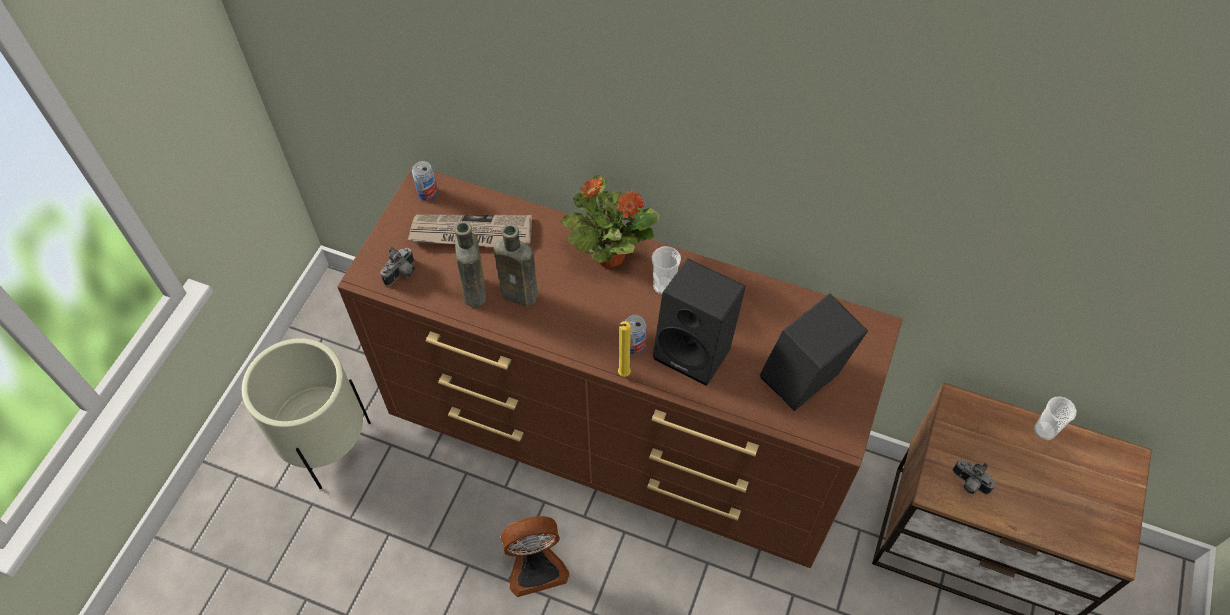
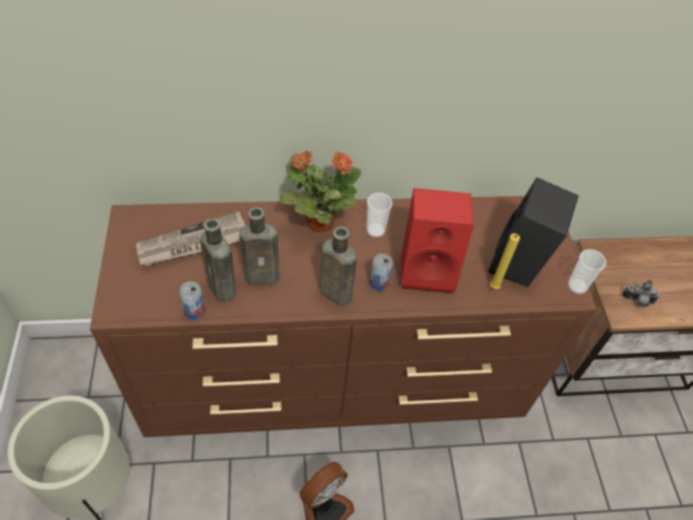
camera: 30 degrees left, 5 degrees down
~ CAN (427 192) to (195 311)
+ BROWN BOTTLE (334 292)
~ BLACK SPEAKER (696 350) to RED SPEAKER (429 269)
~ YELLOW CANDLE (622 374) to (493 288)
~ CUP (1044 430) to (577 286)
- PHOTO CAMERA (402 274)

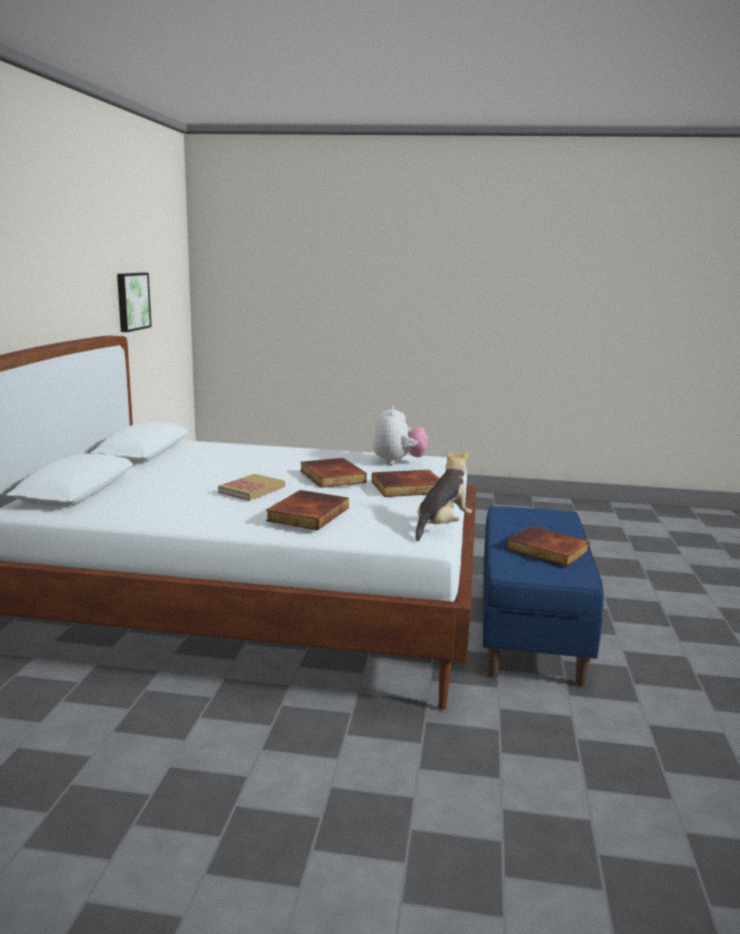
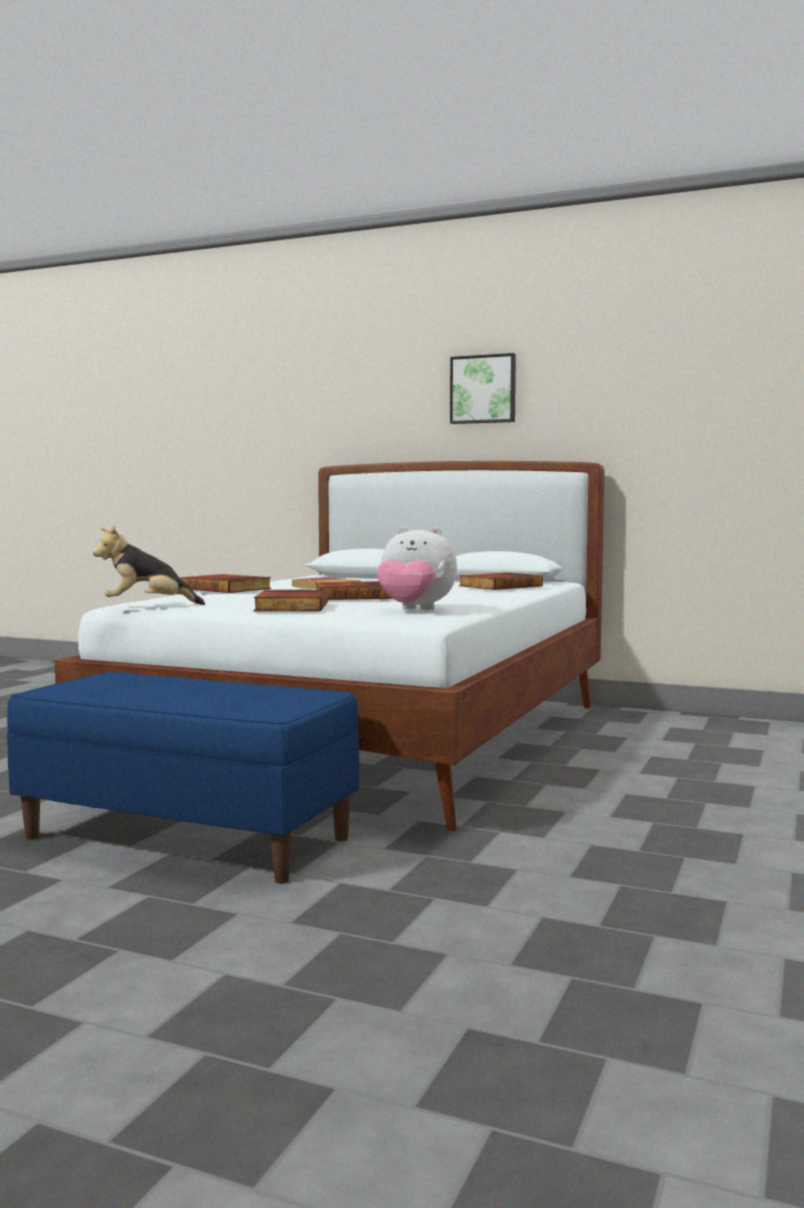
camera: 105 degrees right, 10 degrees down
~ PLUSH TOY (441 526) = (147 606) 120 degrees clockwise
~ PICTURE (131 301) to (483 389)
~ BOOK (546 550) to (500 586)

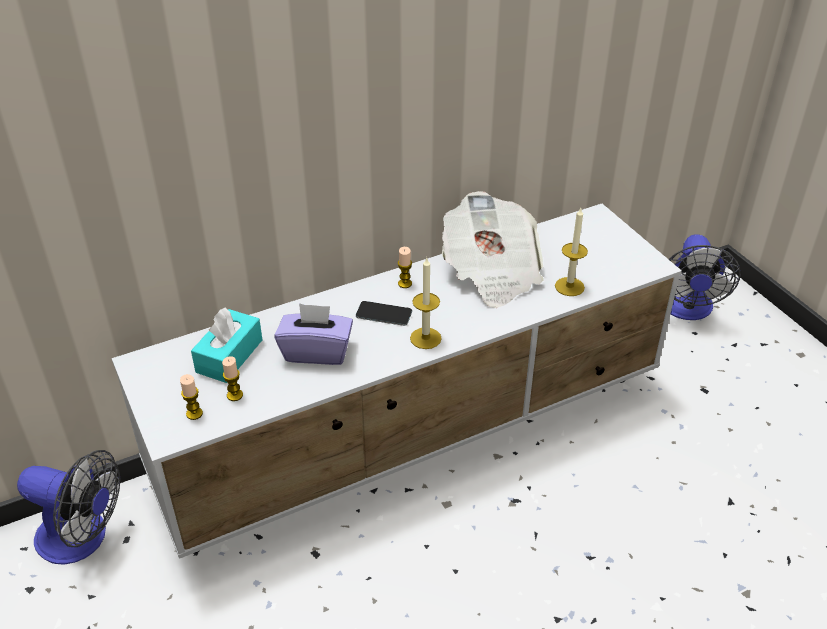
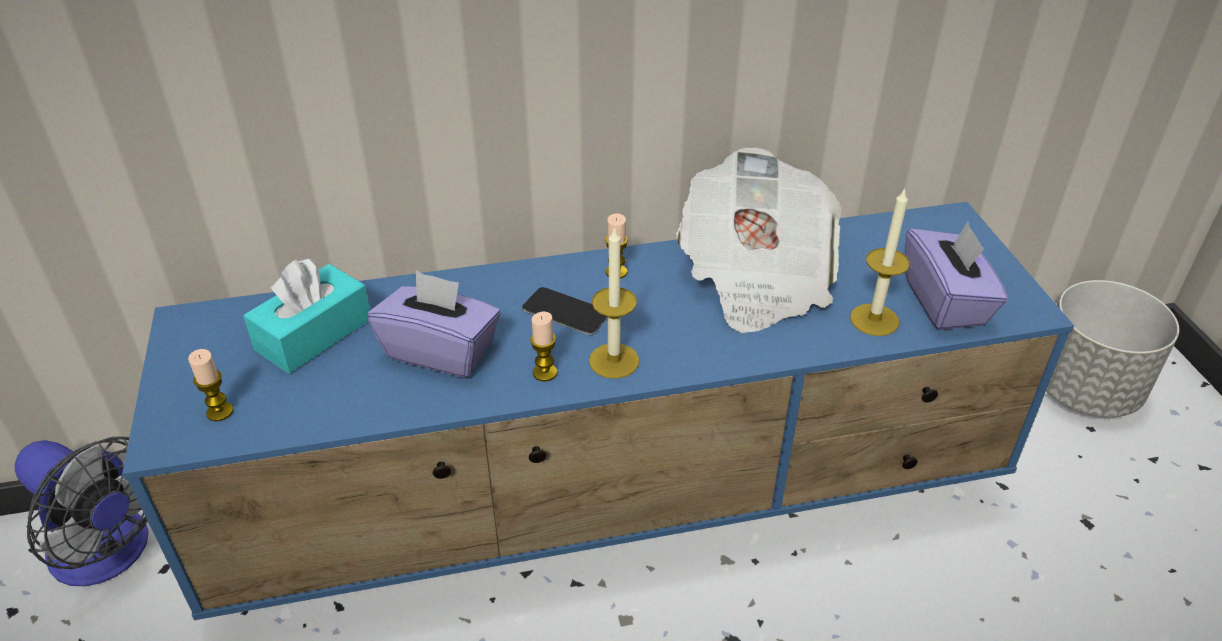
camera: 15 degrees right, 0 degrees up
~ WHITE TV STAND (416 436) to BLUE TV STAND (615 503)
~ CANDLE (235 395) to (545 373)
+ PURPLE TISSUE BOX (945 302)
~ FAN (687 309) to GREY PLANTER (1086 390)

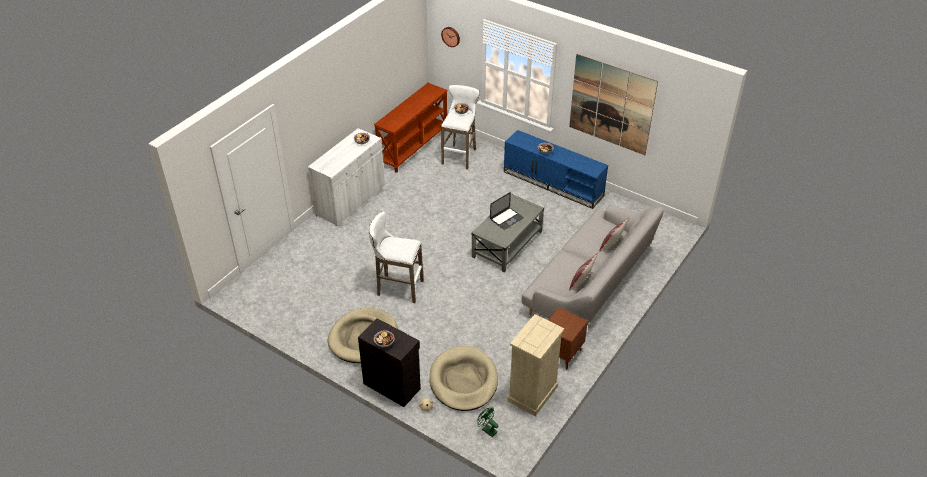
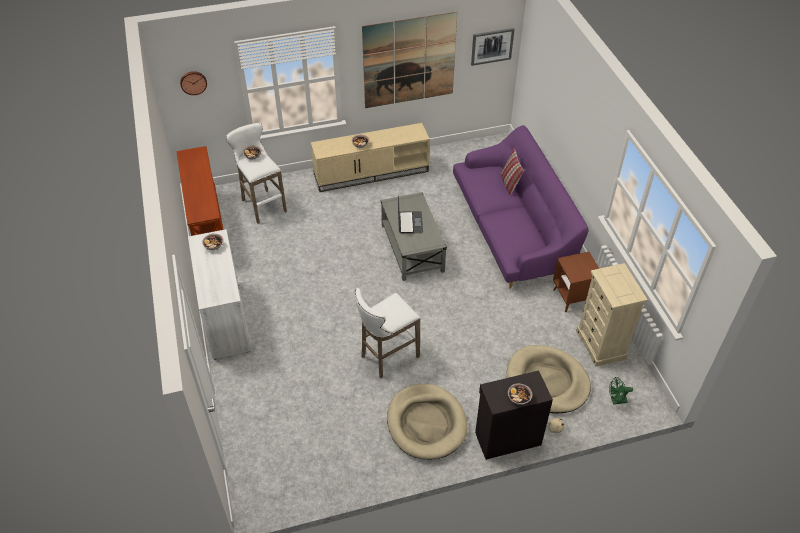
camera: 50 degrees left, 5 degrees up
~ BLUE TV STAND (553 183) to BEIGE TV STAND (371 173)
~ GREY SOFA (590 283) to PURPLE SOFA (511 229)
+ PICTURE (492 46)
- PILLOW (581 282)

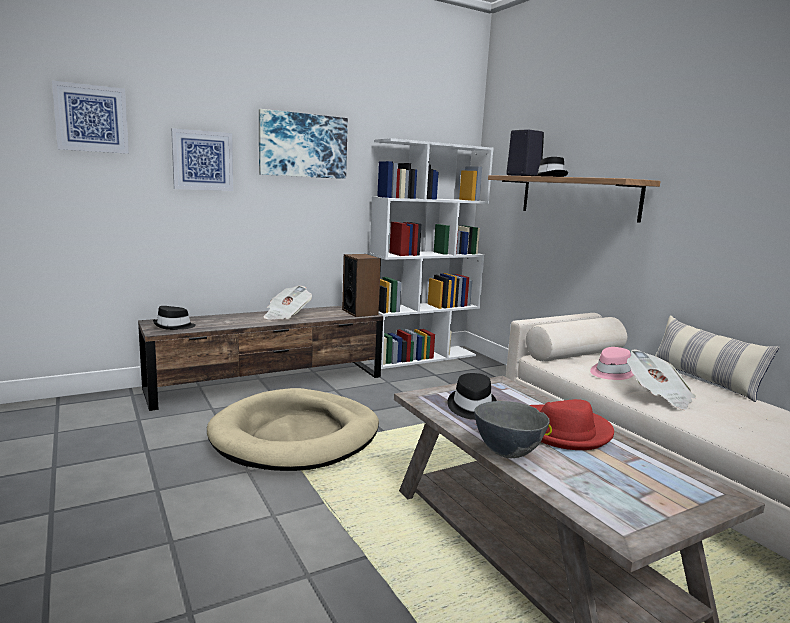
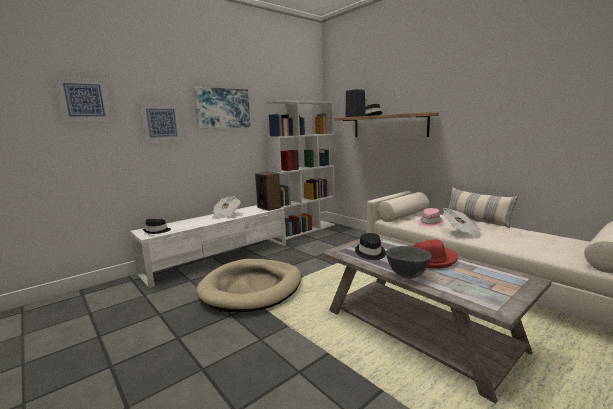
camera: 10 degrees left, 0 degrees up
~ BROWN TV STAND (269 382) to WHITE TV STAND (219 258)

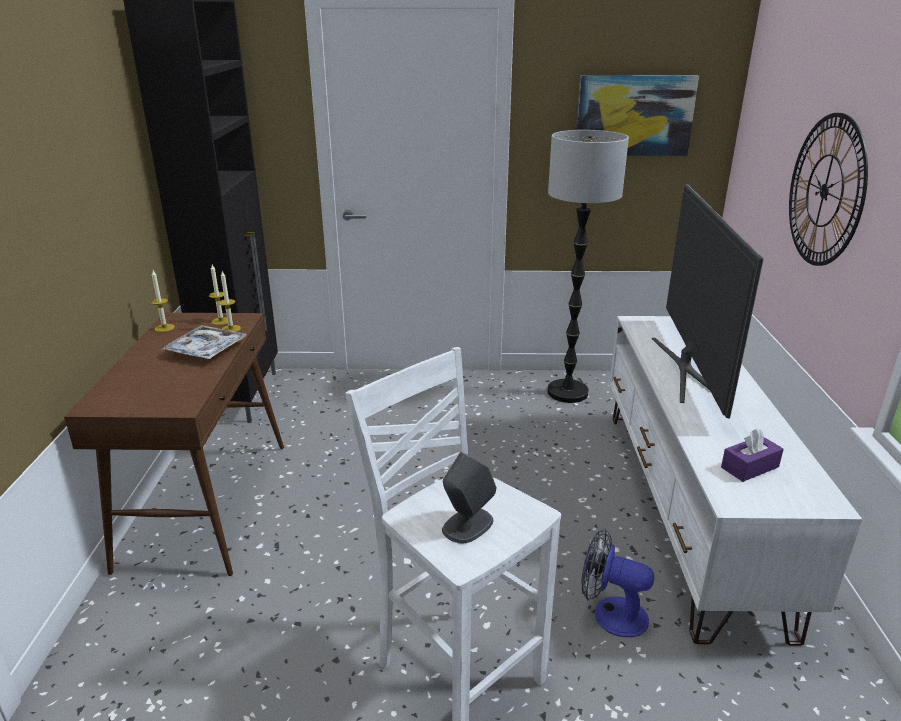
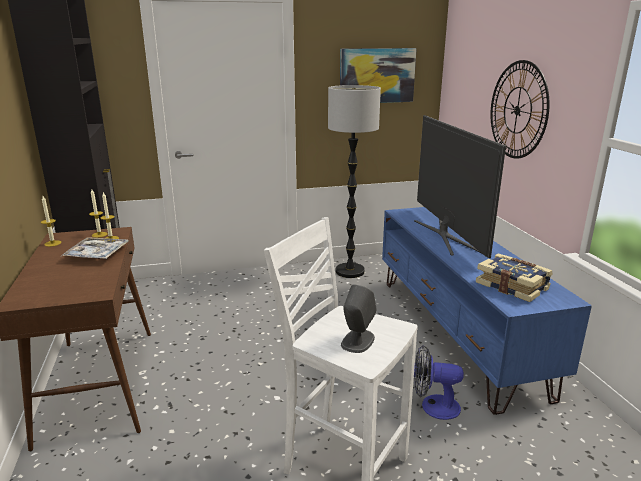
camera: 15 degrees left, 5 degrees down
~ WHITE TV STAND (687 508) to BLUE TV STAND (456 332)
~ PURPLE TISSUE BOX (749 467) to BOOK (512 286)

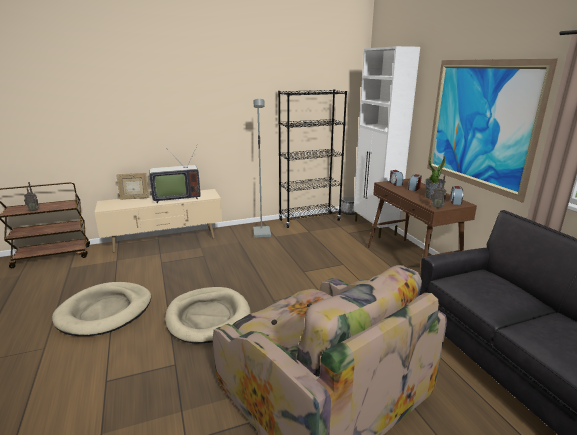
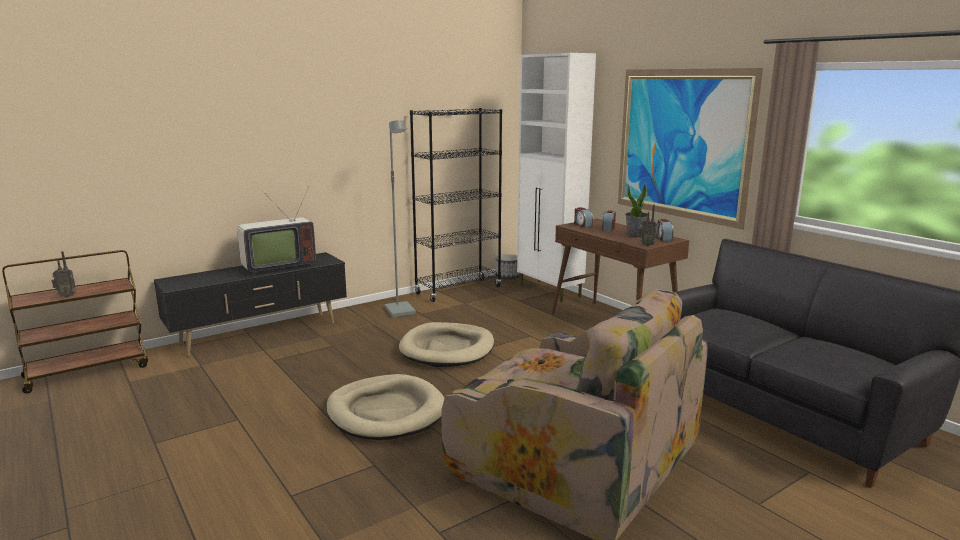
camera: 15 degrees left, 5 degrees down
~ BEIGE TV STAND (165 241) to BLACK TV STAND (260 334)
~ BEIGE DOG BED (105 311) to (447 349)
- PICTURE FRAME (134 198)

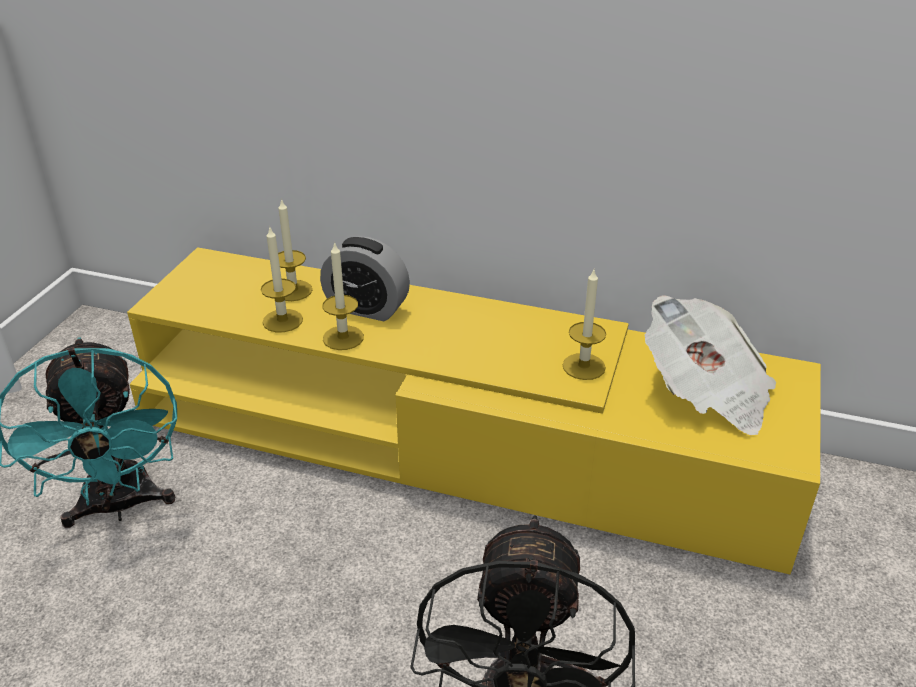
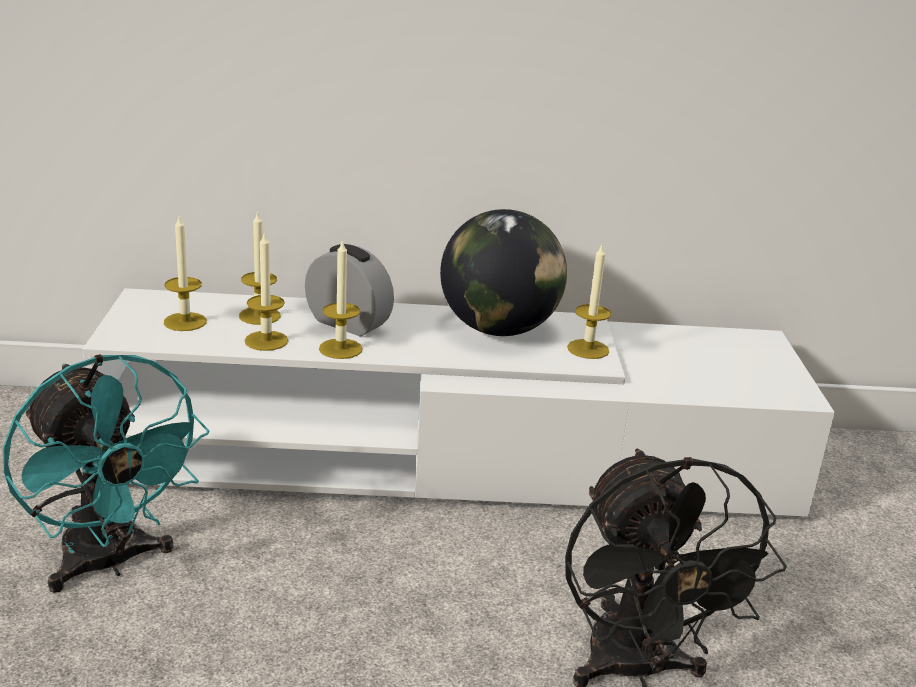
camera: 20 degrees left, 10 degrees down
~ YELLOW TV STAND (458 441) to WHITE TV STAND (450 457)
+ CANDLE (185 322)
~ ALARM CLOCK (366 308) = (348 323) 150 degrees counterclockwise
+ GLOBE (498 330)
- NEWSPAPER (706 393)

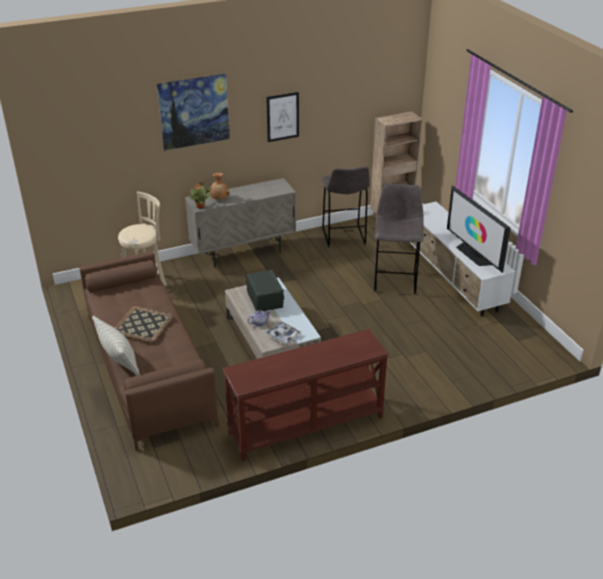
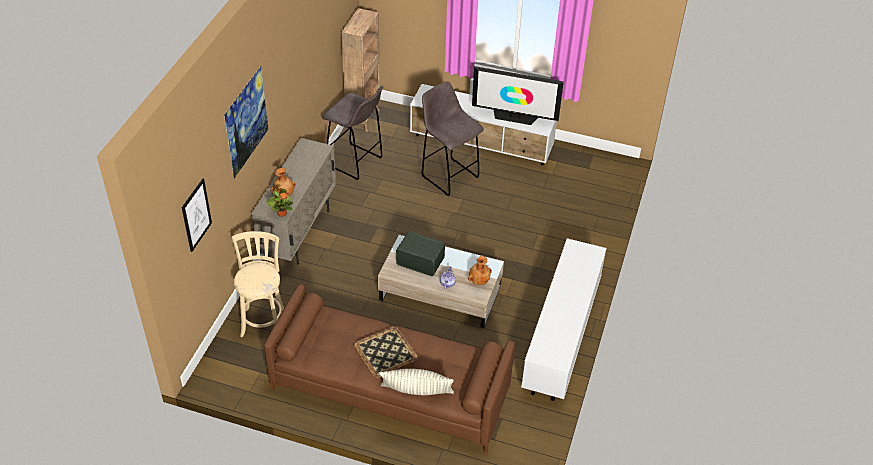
camera: 50 degrees left, 10 degrees up
~ PICTURE (282 117) to (196 215)
~ TRAY (282 335) to BROWN VASE (479 280)
~ BROWN CONSOLE TABLE (306 426) to WHITE TV STAND (560 337)

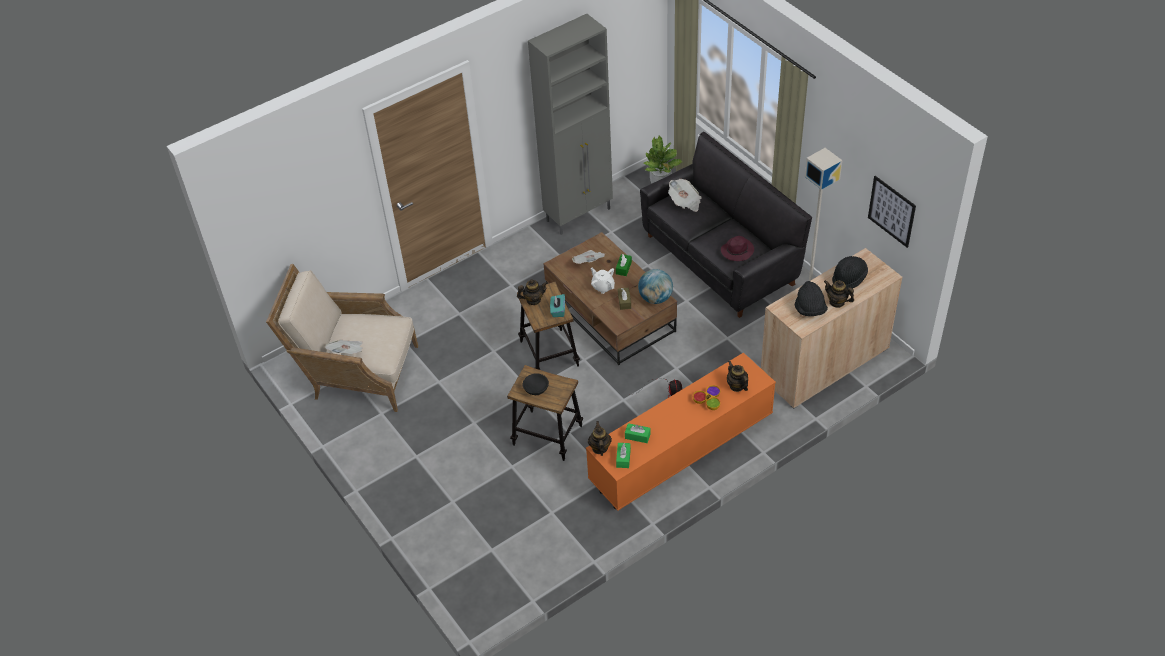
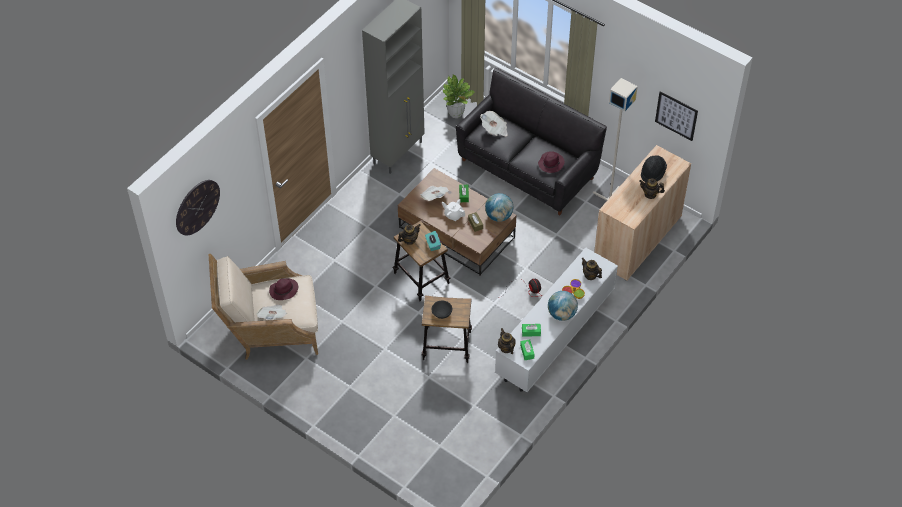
camera: 20 degrees left, 5 degrees up
+ WALL CLOCK (197 207)
+ PURPLE HAT (283 291)
~ ORANGE TV STAND (680 453) to WHITE TV STAND (554 336)
+ GLOBE (561 314)
- BLACK HAT (810 309)

